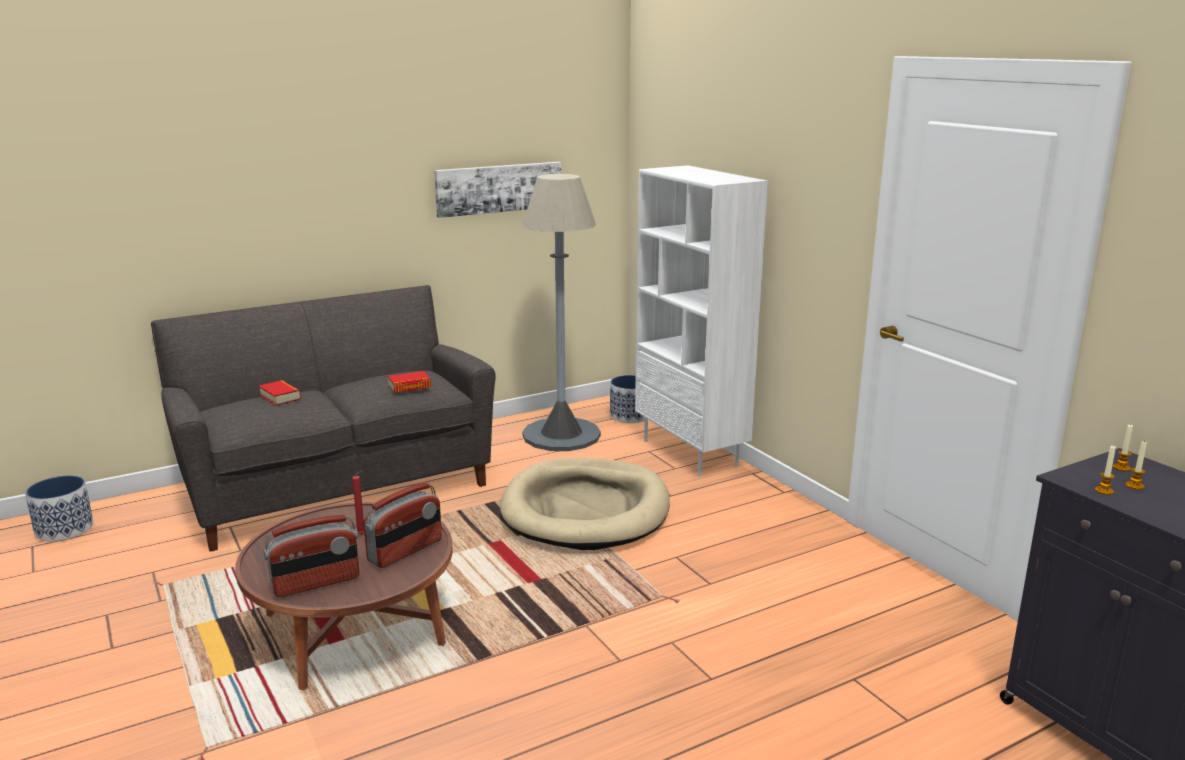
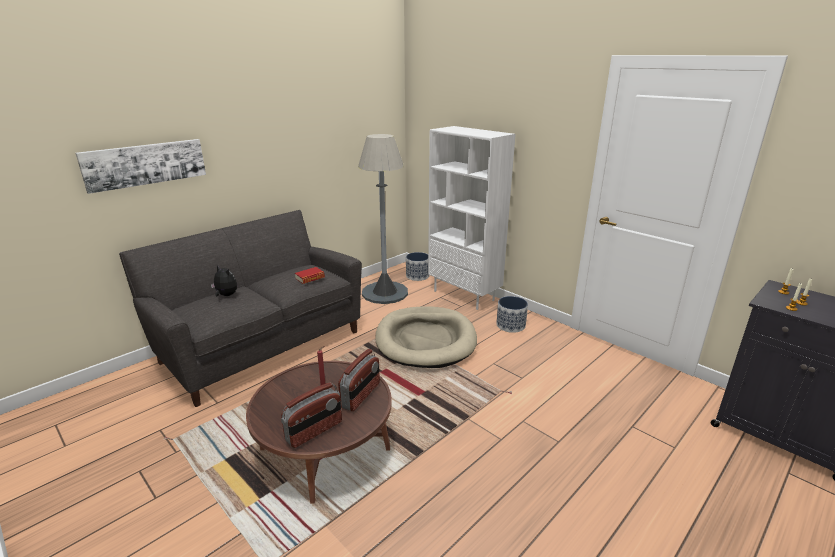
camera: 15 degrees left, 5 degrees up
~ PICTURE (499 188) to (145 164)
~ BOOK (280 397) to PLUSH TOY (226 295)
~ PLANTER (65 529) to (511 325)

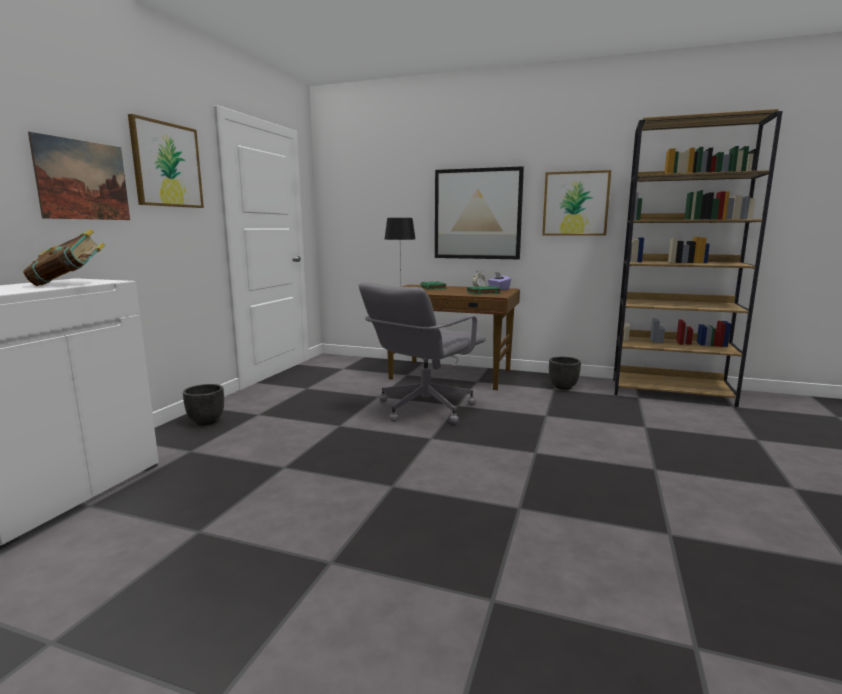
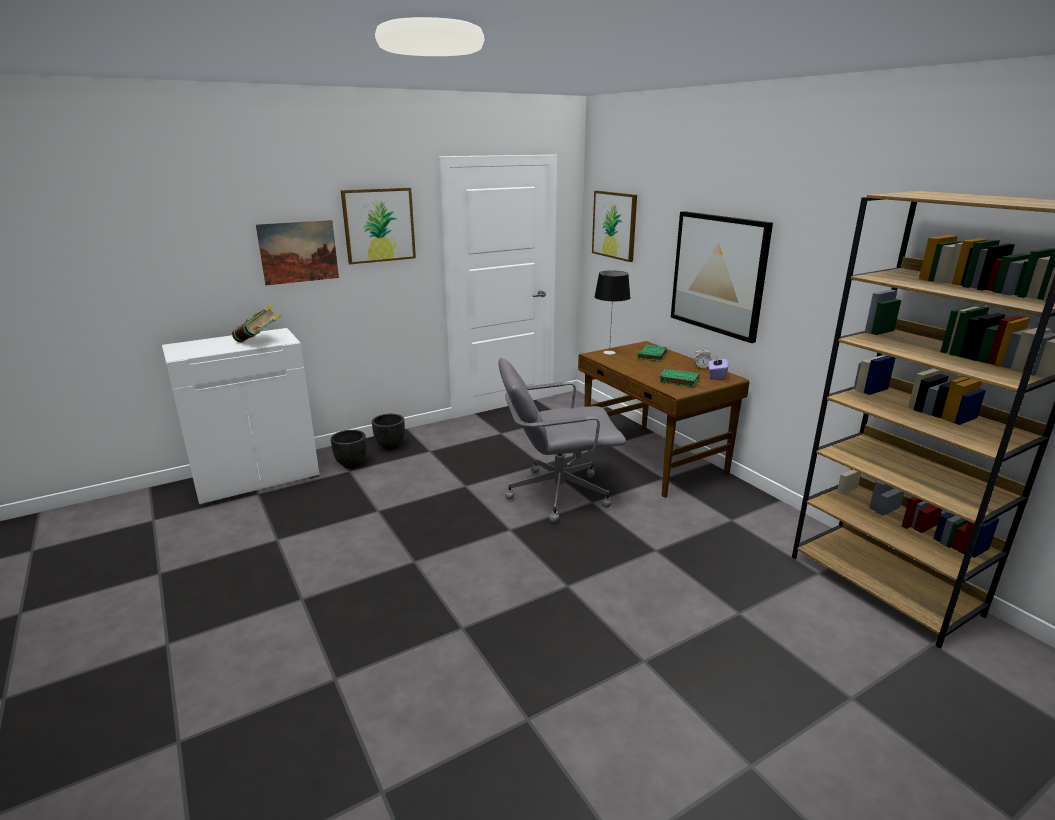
camera: 40 degrees right, 10 degrees up
~ BLACK PLANTER (563 387) to (351 464)
~ PICTURE (575 203) to (614 225)

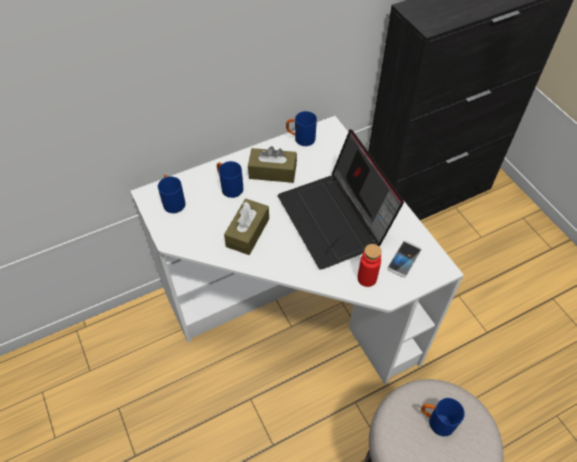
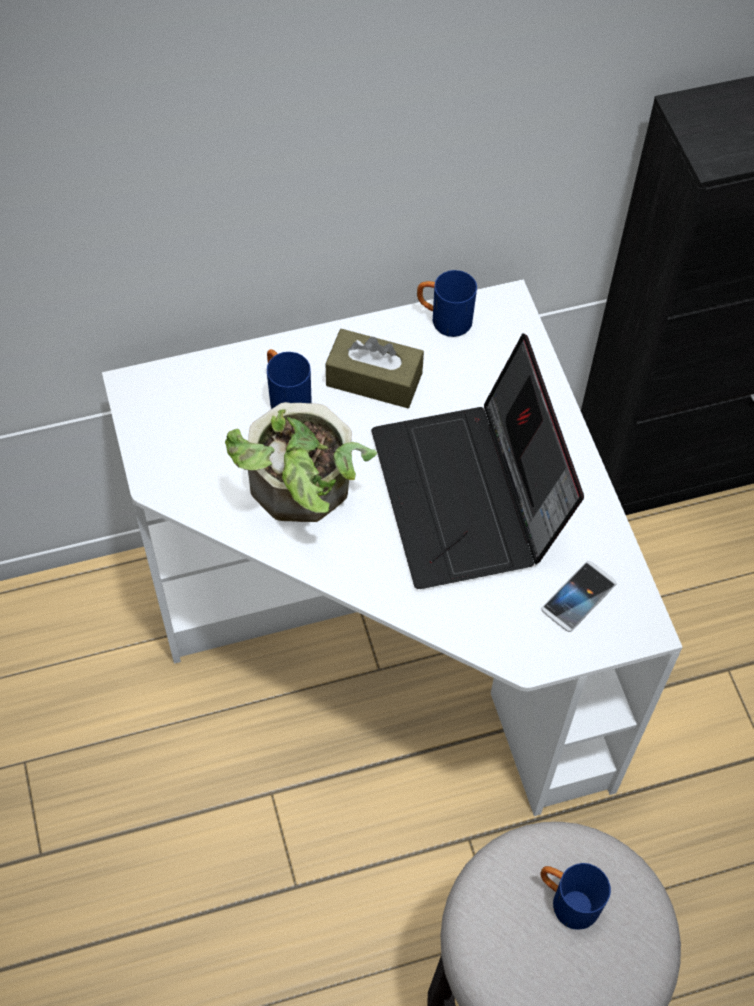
camera: 10 degrees right, 5 degrees up
~ BROWN TISSUE BOX (247 232) to POTTED PLANT (301 493)
- BLUE MUG (173 201)
- RED BOTTLE (367 278)

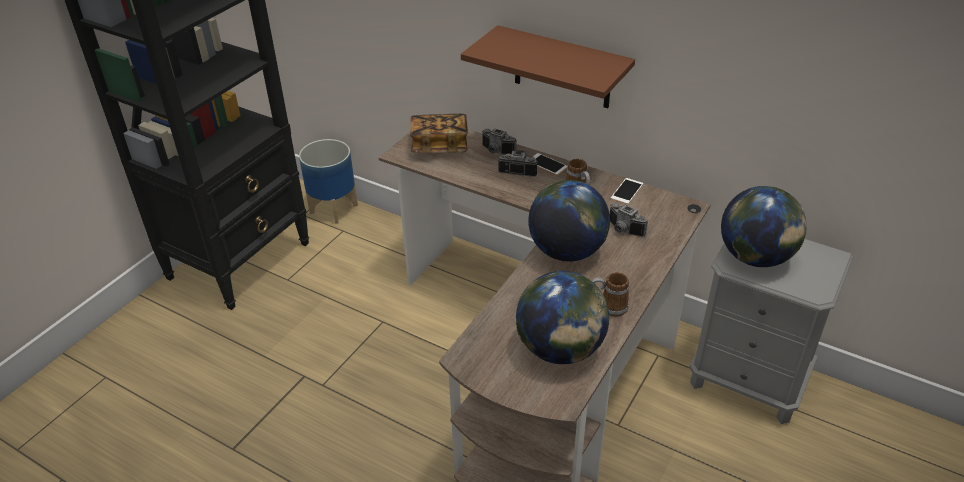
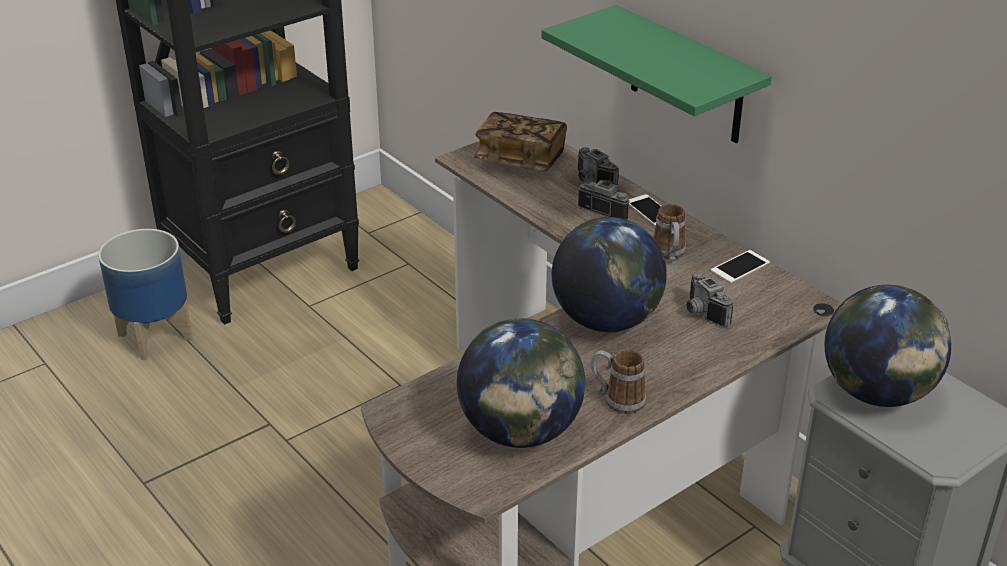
camera: 20 degrees right, 5 degrees down
~ PLANTER (334 208) to (156 336)
~ BROWN SHELF (562 68) to GREEN SHELF (686 77)

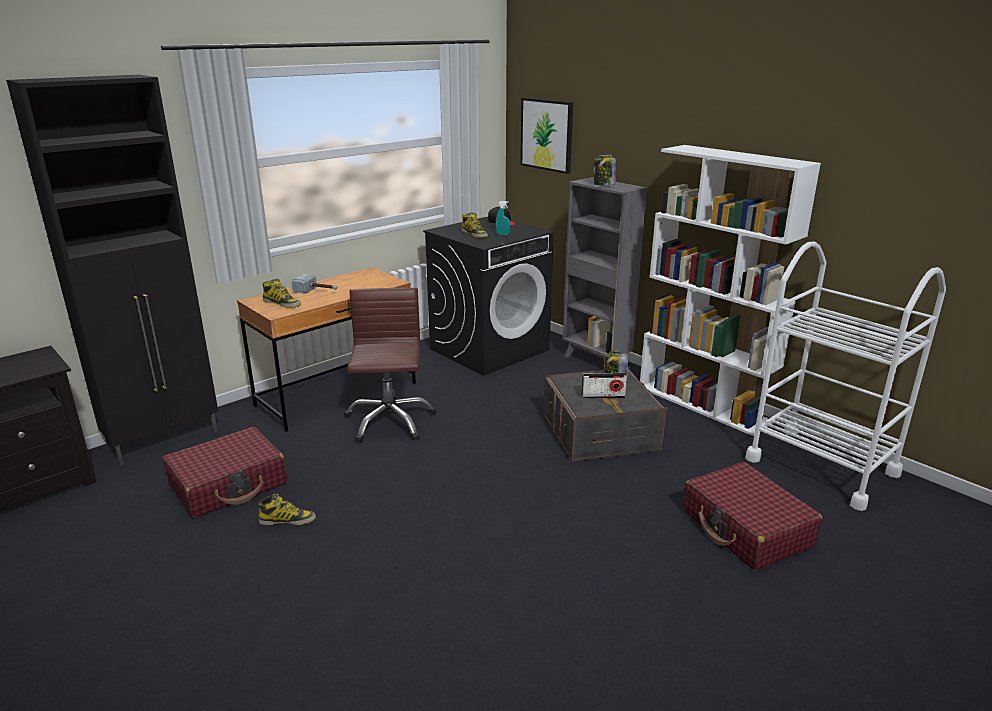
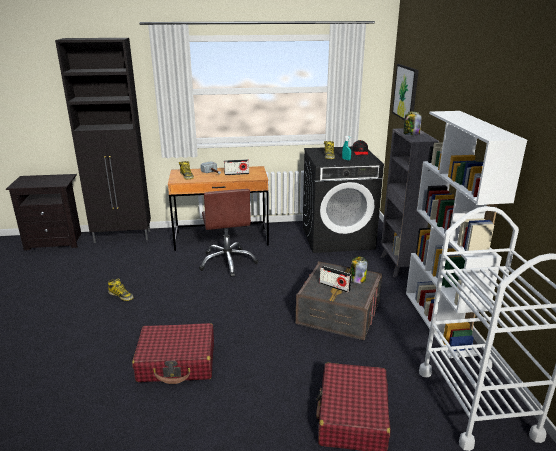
camera: 35 degrees right, 0 degrees up
~ RED SUITCASE (229 484) to (177 362)
~ BROWN OFFICE CHAIR (389 421) = (228 262) 135 degrees clockwise
+ RADIO (236 174)

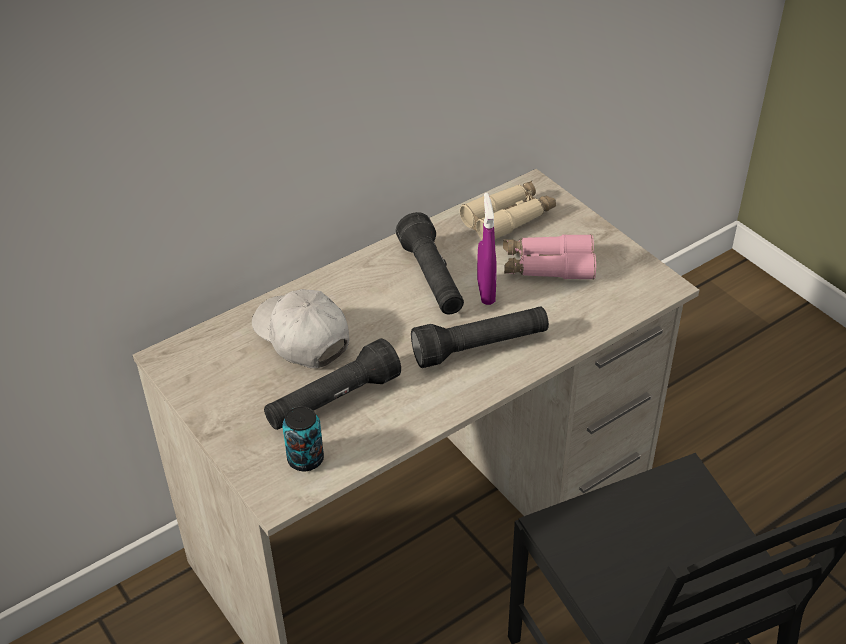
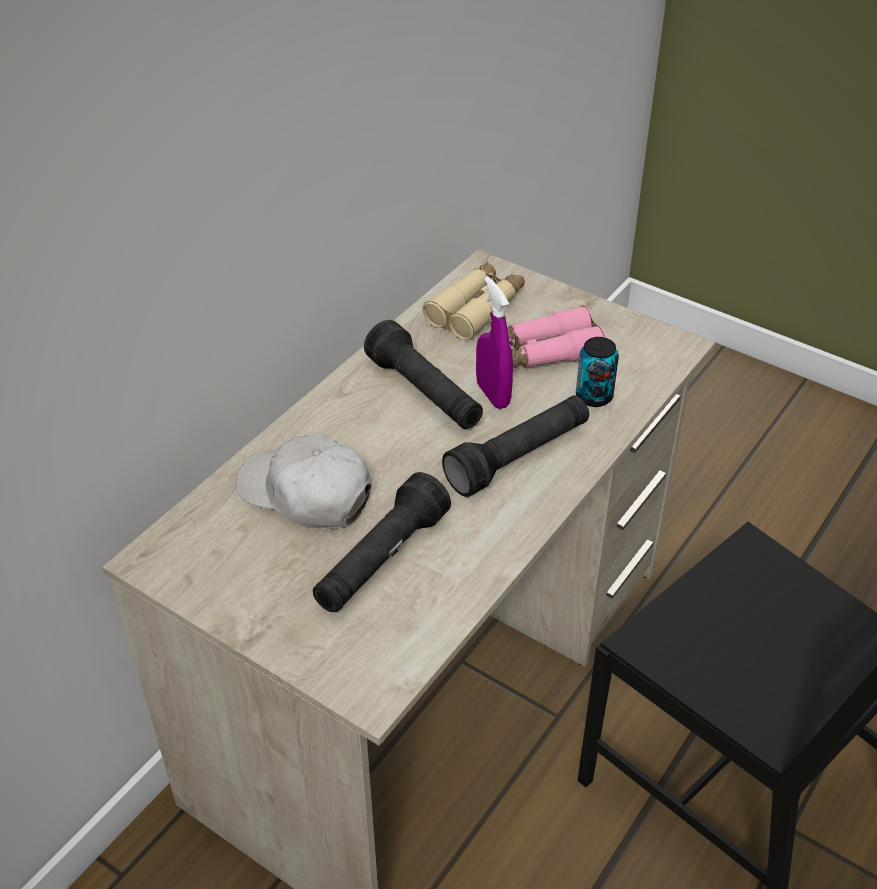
camera: 20 degrees left, 0 degrees up
~ CAN (305 459) to (594 396)

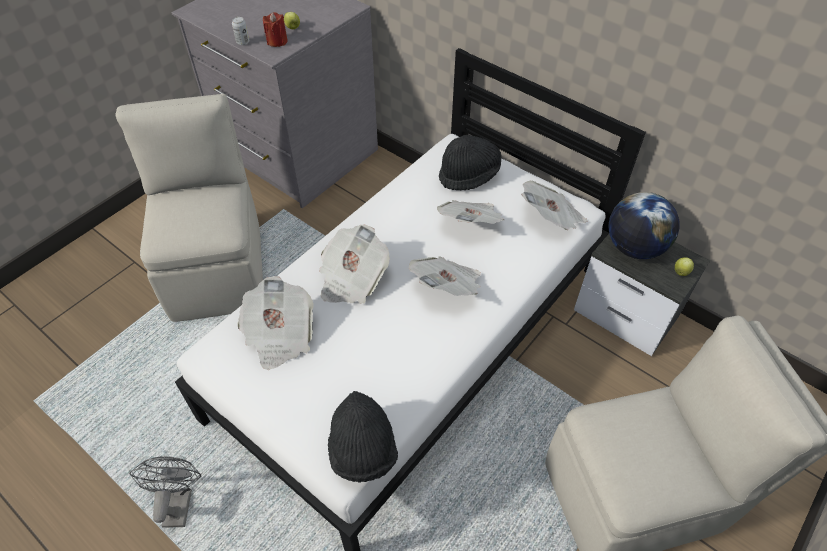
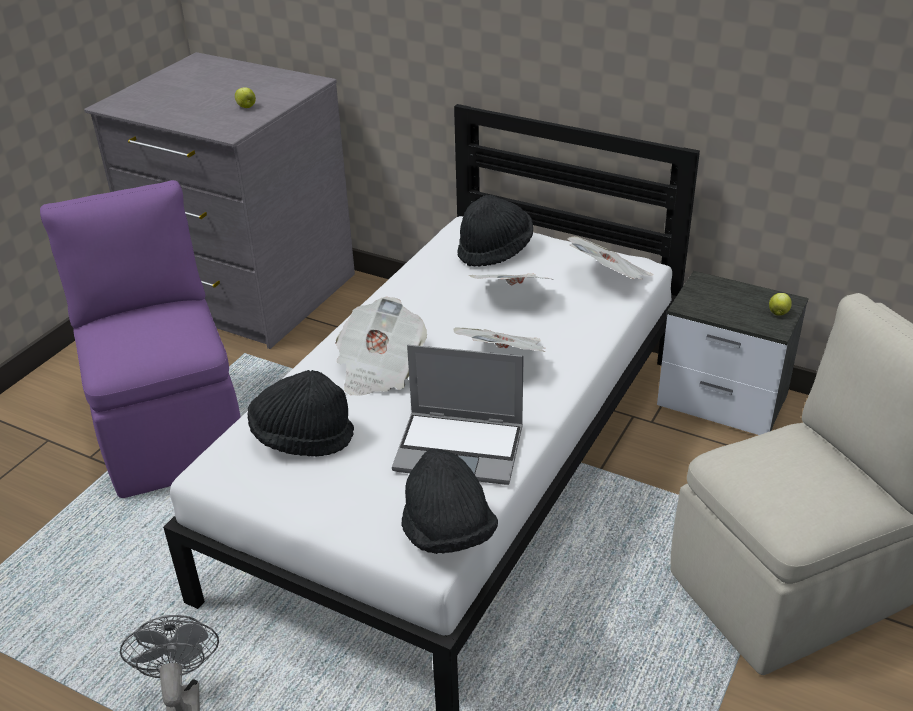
camera: 10 degrees left, 15 degrees down
~ BEIGE CHAIR (218 267) to PURPLE CHAIR (170 429)
~ NEWSPAPER (279 335) to BLACK HAT (302 437)
+ LAPTOP (461 448)
- CAN (243 42)
- RED CANDLE (277 41)
- GLOBE (634 247)

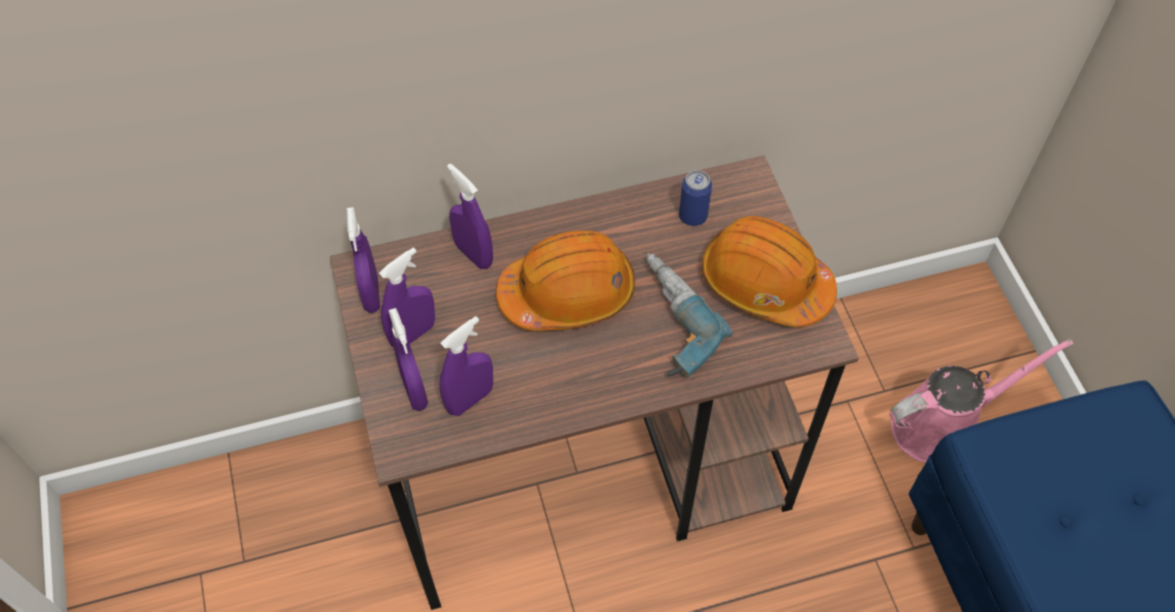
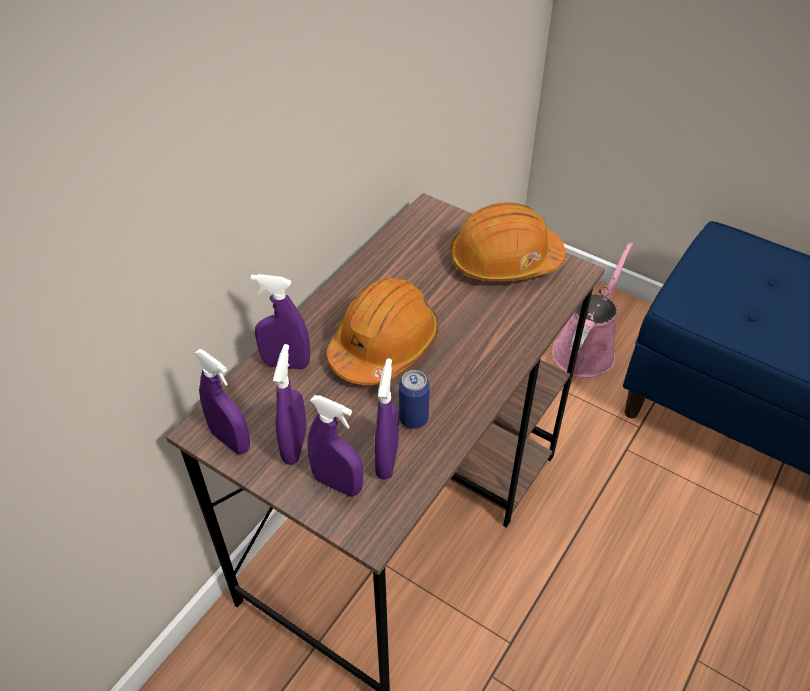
camera: 40 degrees left, 10 degrees down
~ CAN (693 216) to (413 418)
- POWER DRILL (666 322)

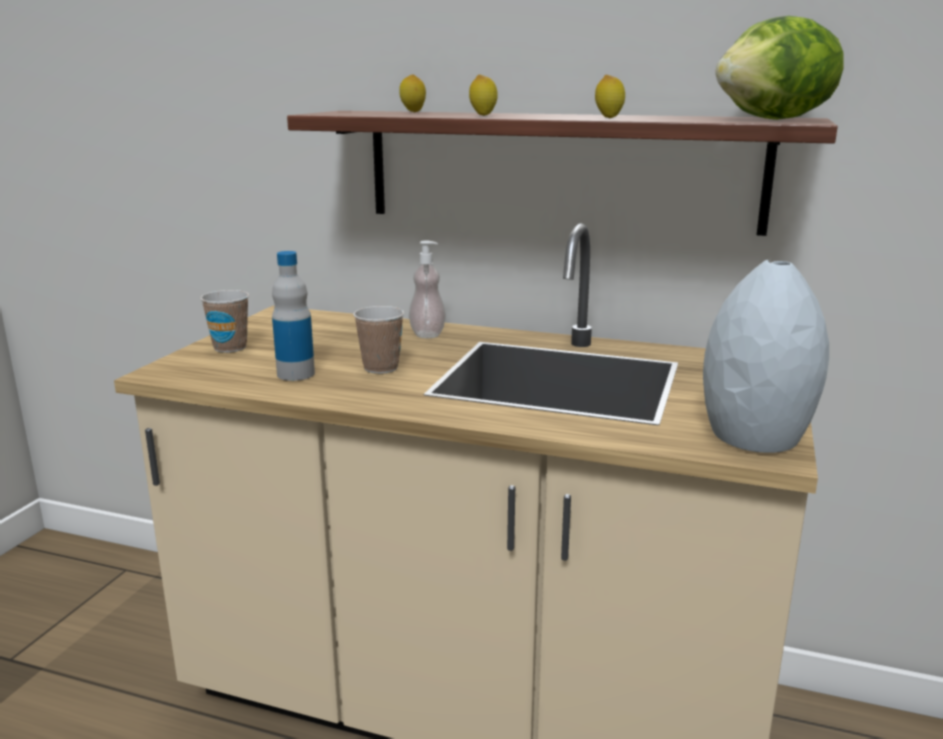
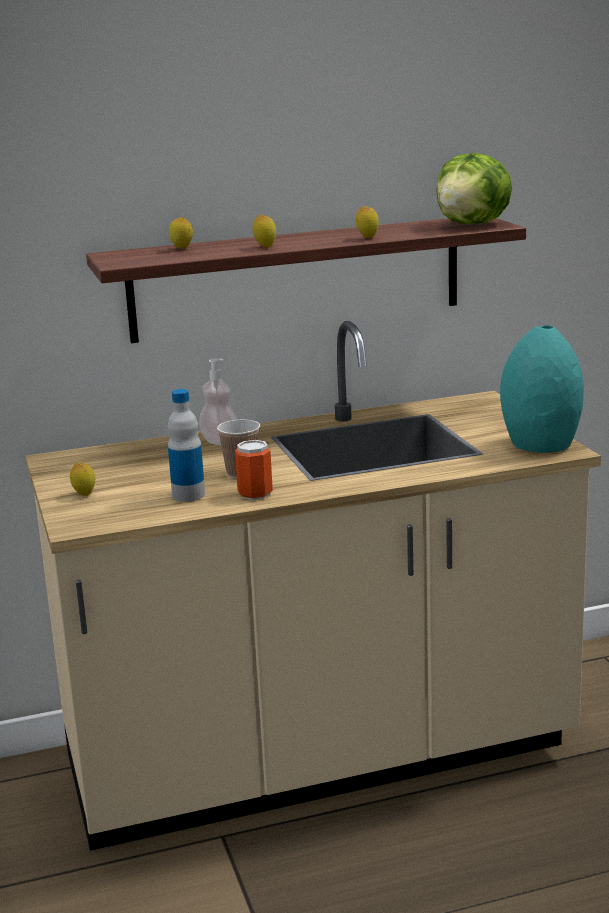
camera: 35 degrees left, 0 degrees up
~ CUP (230 347) to LEMON (84 494)
+ CAN (255 494)
~ GREY VASE (753 437) to TURQUOISE VASE (541 445)

